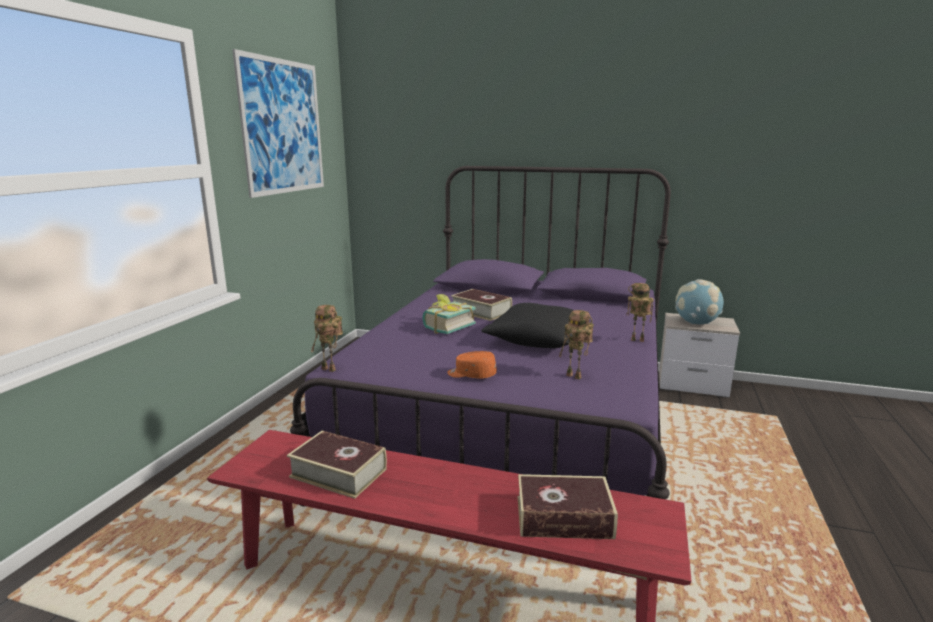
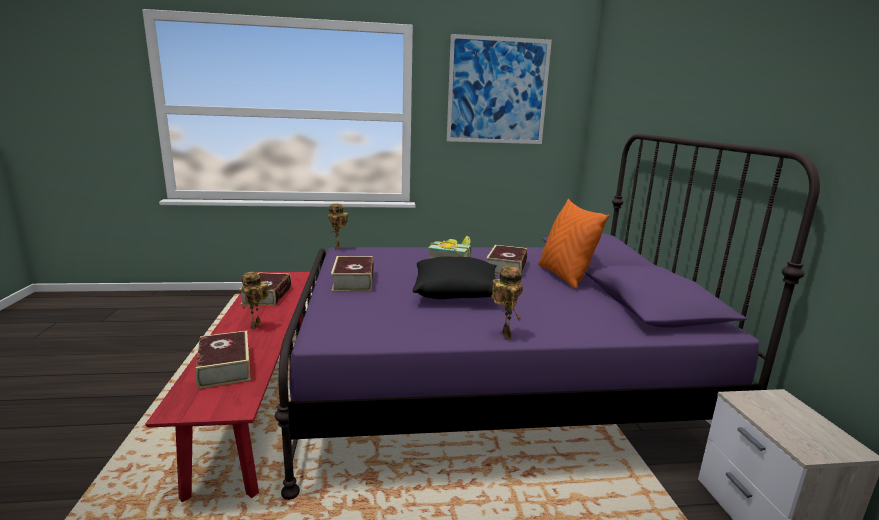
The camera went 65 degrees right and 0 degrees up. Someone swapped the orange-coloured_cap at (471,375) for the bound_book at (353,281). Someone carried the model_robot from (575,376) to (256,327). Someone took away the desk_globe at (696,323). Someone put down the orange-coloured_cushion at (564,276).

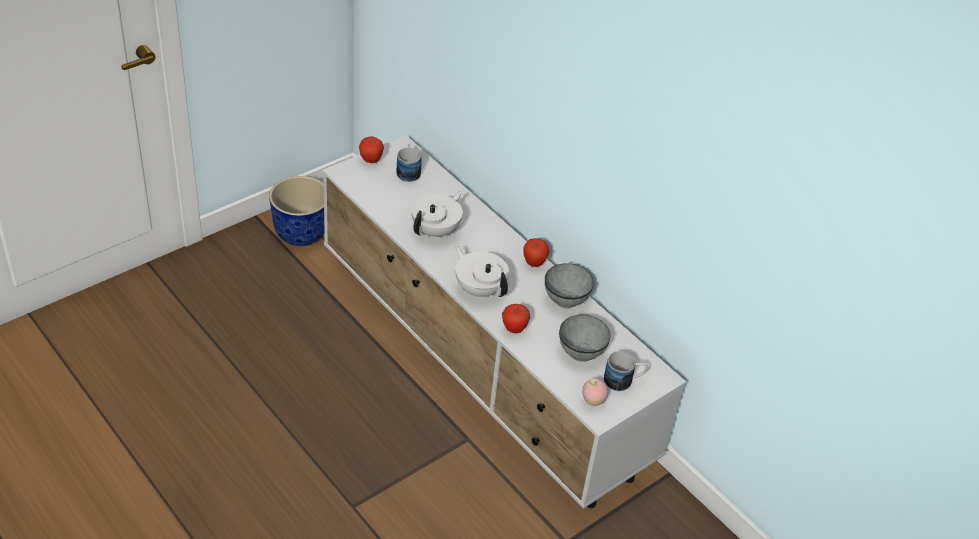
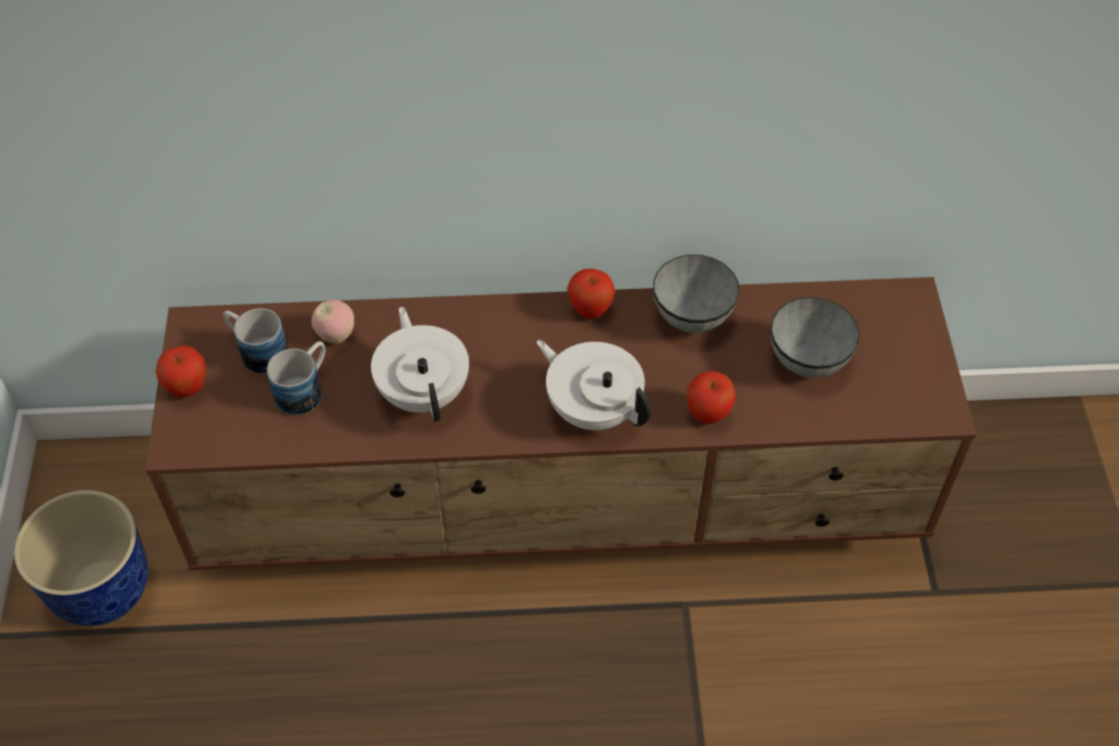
The camera went 50 degrees left and 10 degrees up. Someone repainted the white-coloured_media_console at (481,366), which became the brown-coloured_media_console at (563,505). Someone rotated the white-coloured_tea_pot at (480,289) by 45 degrees clockwise. Someone carried the apple_fruit from (593,401) to (336,335). Someone carried the coffee_mug from (624,381) to (305,389).

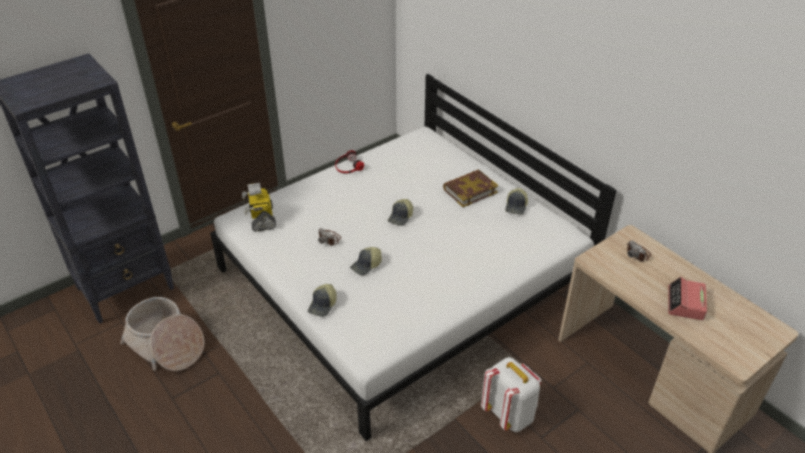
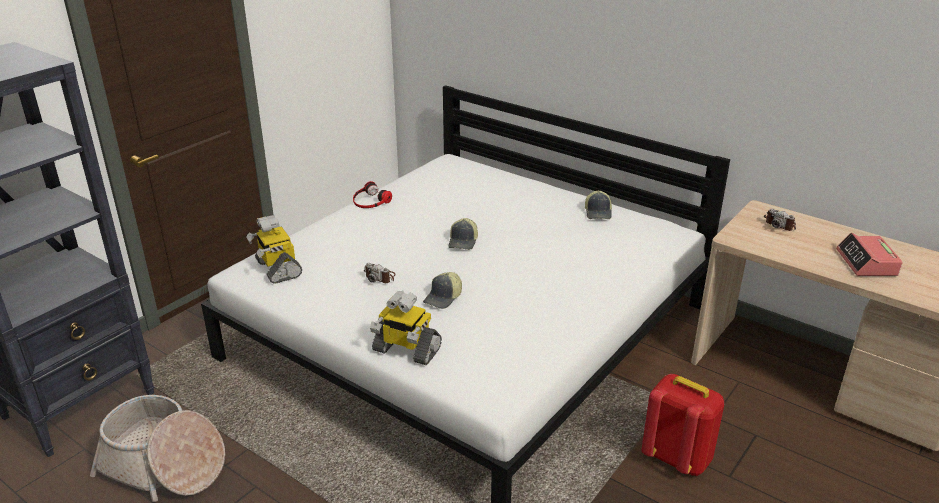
The camera went 15 degrees left and 10 degrees down. Someone swapped the cap at (323,305) for the model_robot at (406,350). Someone took away the bound_book at (470,191). Someone repainted the white-coloured_backpack at (509,414), which became the red-coloured_backpack at (677,457).

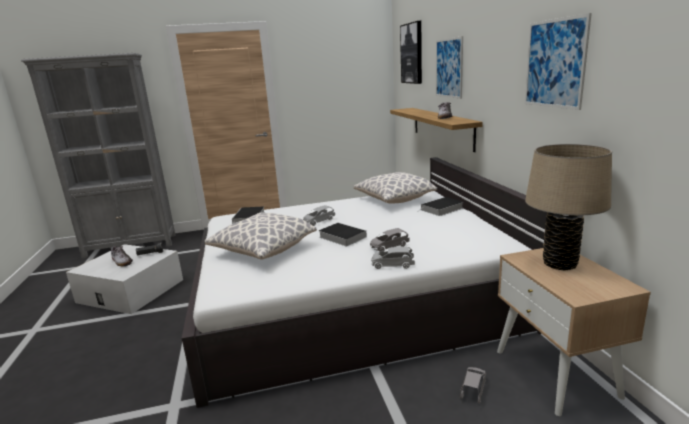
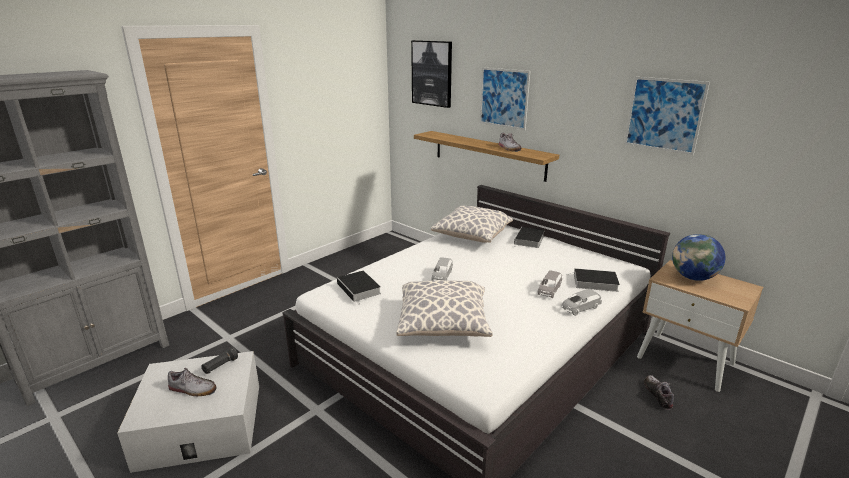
The camera went 35 degrees left and 5 degrees up. Someone carried the bound_book from (341,237) to (593,282). Someone swapped the greyish_toy_car at (473,390) for the low_shoe at (657,394). Someone swapped the sand-coloured_tabletop_lamp at (559,264) for the desk_globe at (693,277).

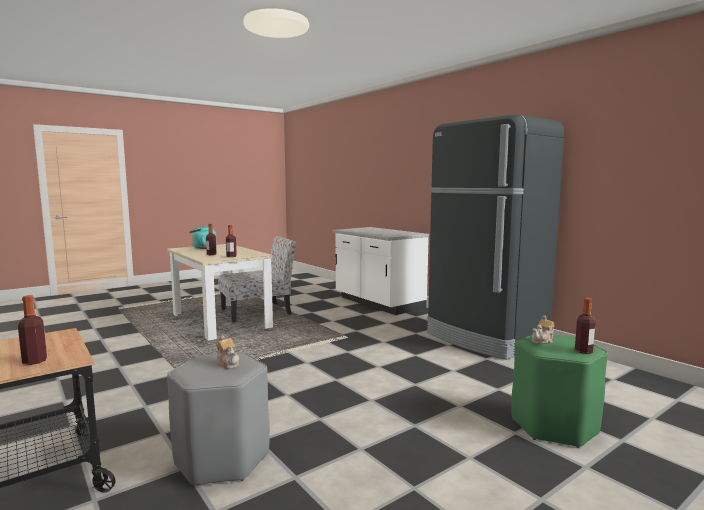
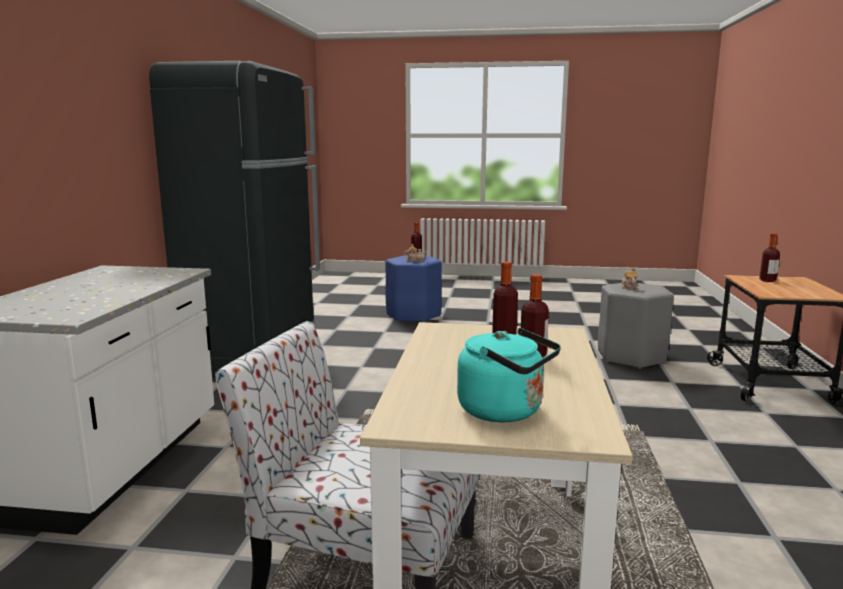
The camera went 135 degrees left and 5 degrees up. Someone repainted the greenish_sitting_stool at (554,426), which became the blue-coloured_sitting_stool at (413,315).

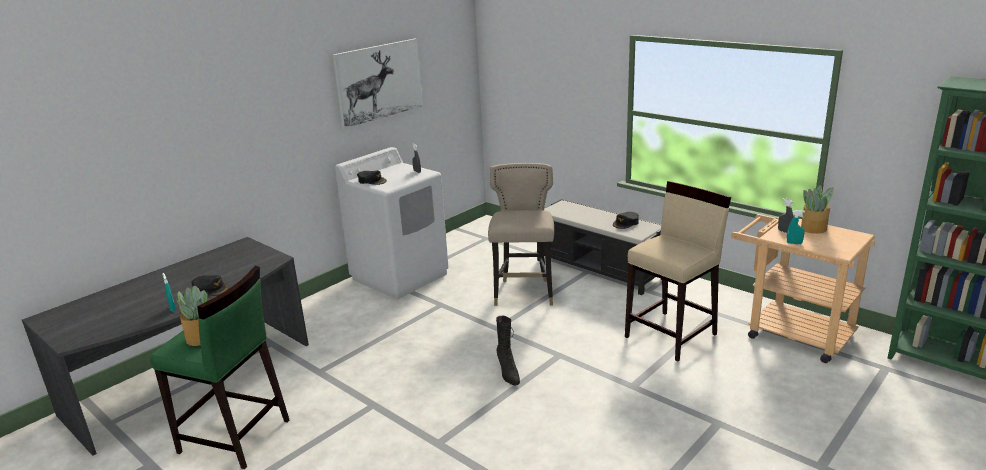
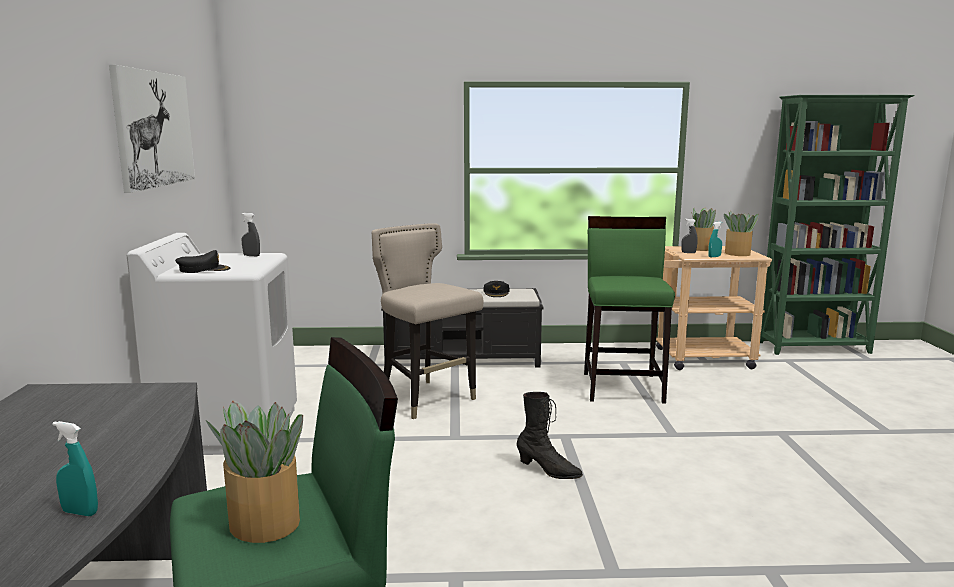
The camera went 45 degrees left and 10 degrees down. Someone took away the black_cap at (211,289). Someone repainted the sand-coloured_sitting_stool at (672,335), which became the greenish_sitting_stool at (623,387). Someone put down the plant_in_a_pot at (737,254).

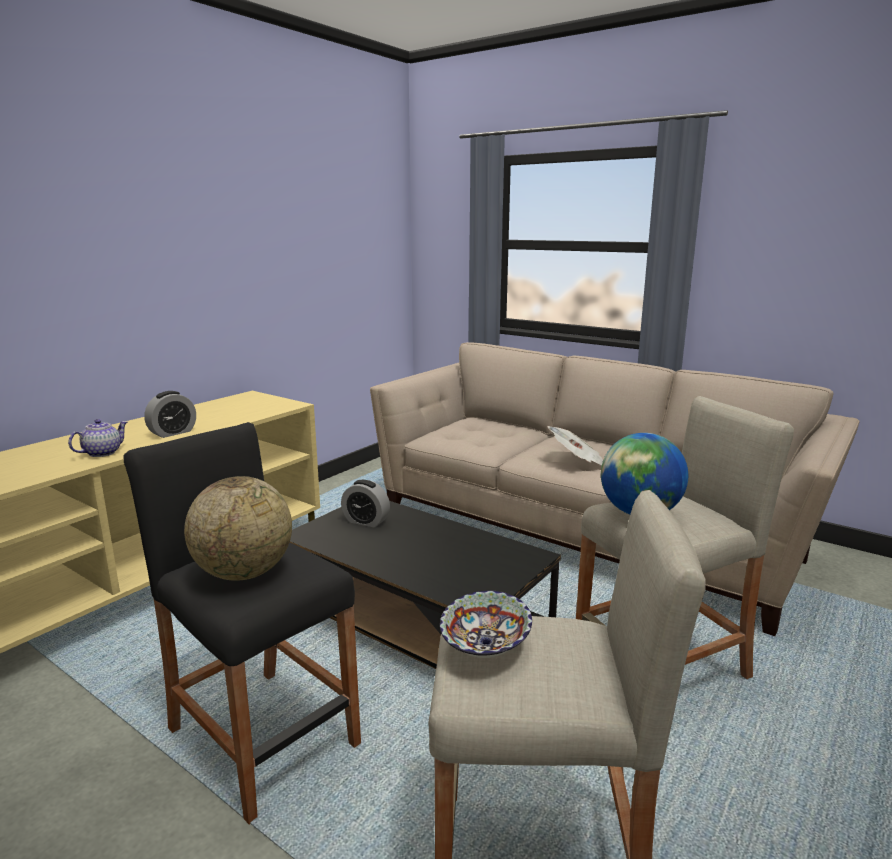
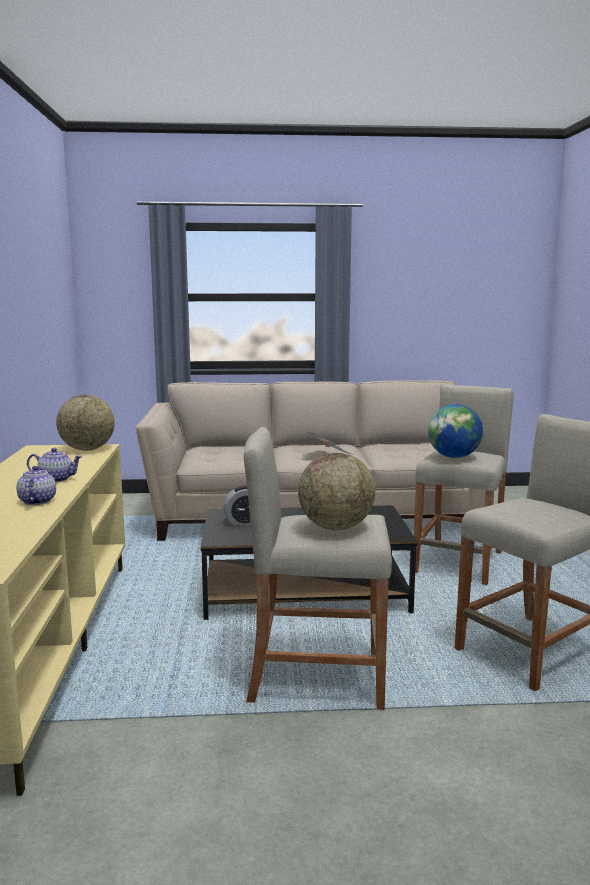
The camera went 40 degrees left and 5 degrees down. Someone repainted the black_sitting_stool at (263,737), which became the sand-coloured_sitting_stool at (316,677). Someone swapped the table_clock at (173,433) for the tea_pot at (56,479). Someone took away the serving_bowl at (486,646). Someone put down the desk_globe at (87,449).

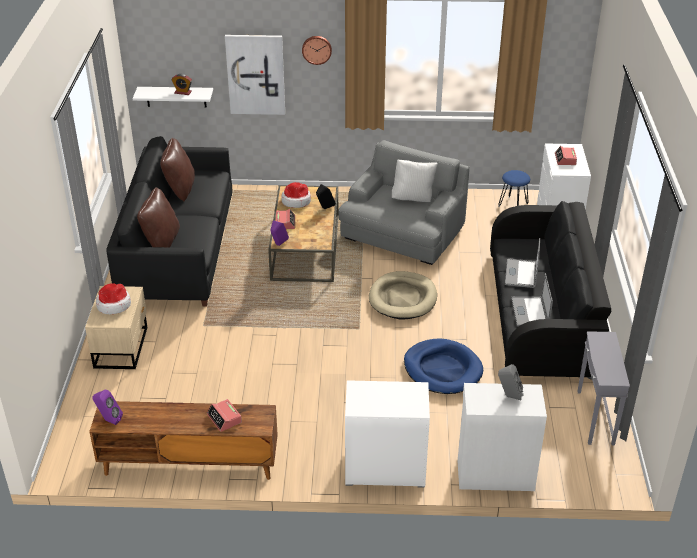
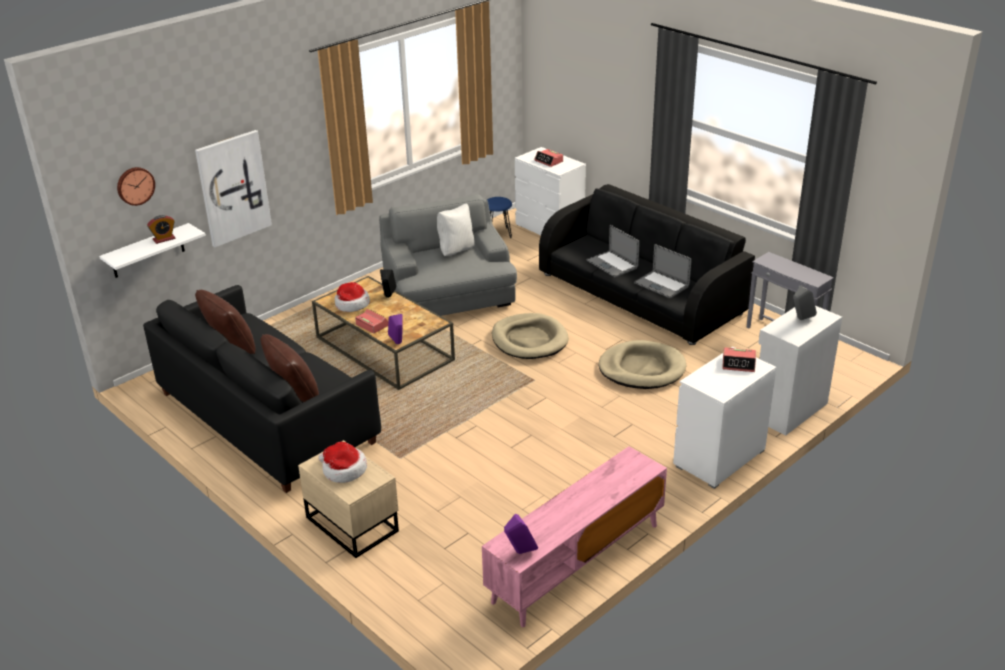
The camera went 45 degrees left and 5 degrees down. Someone repainted the brown-coloured_media_console at (189,463), which became the pink_media_console at (576,563). Someone carried the table_clock from (224,418) to (738,364). Someone carried the wall_clock from (316,49) to (135,185). Someone repainted the blue-coloured_pet_bed at (442,369), which became the sand-coloured_pet_bed at (642,369).

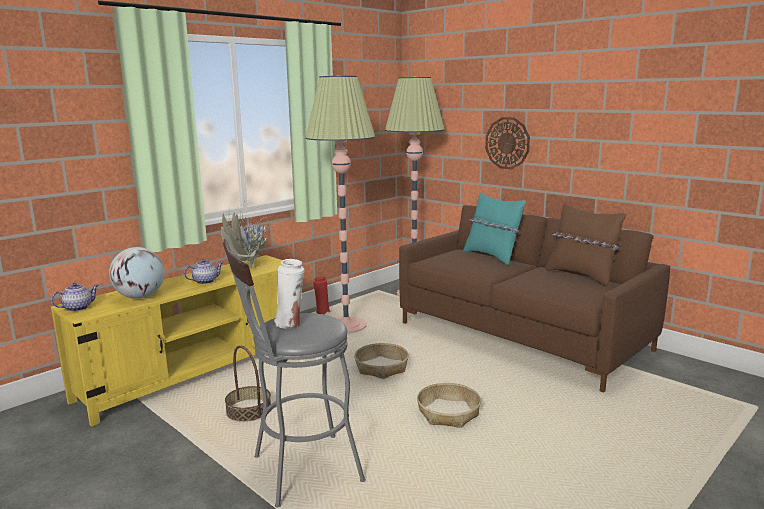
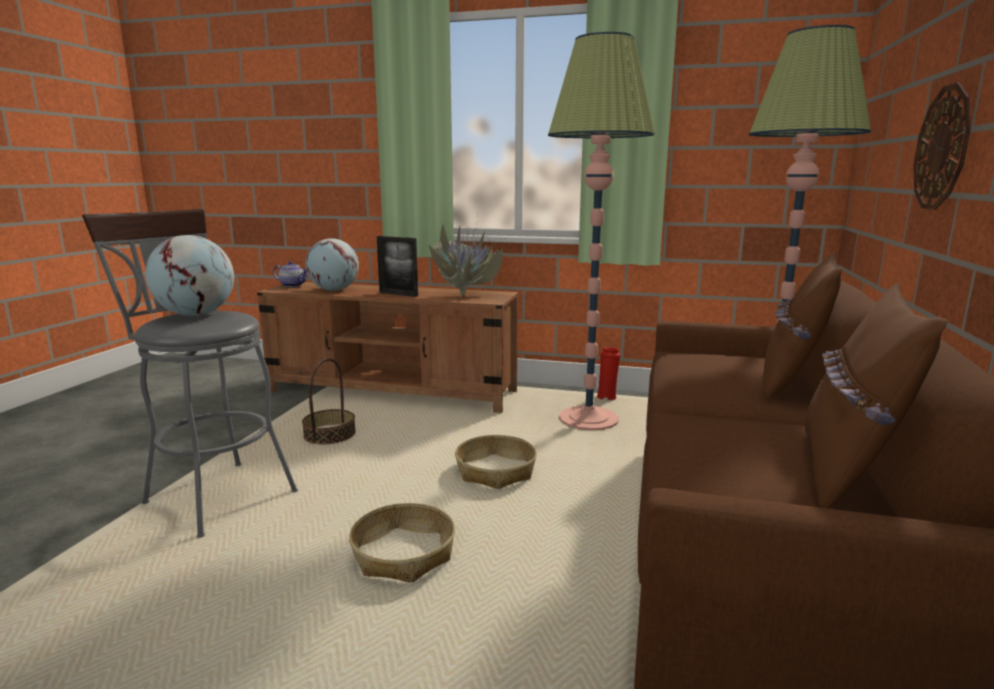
The camera went 60 degrees right and 0 degrees up. Someone repainted the yellowish_media_console at (196,371), which became the brown-coloured_media_console at (393,391). Someone swapped the tea_pot at (205,281) for the standing_frame at (398,294). Someone swapped the white-coloured_flower_vase at (291,324) for the desk_globe at (196,315). Someone repainted the turquoise_cushion at (492,256), which became the brown-coloured_cushion at (793,382).

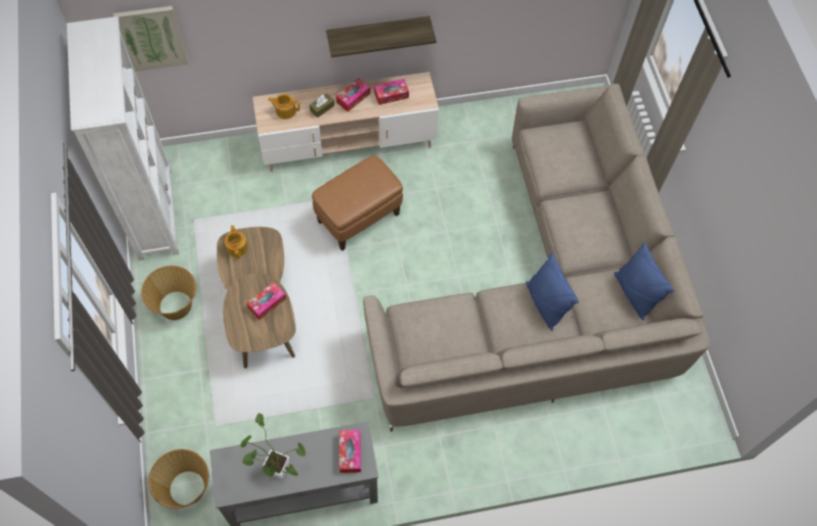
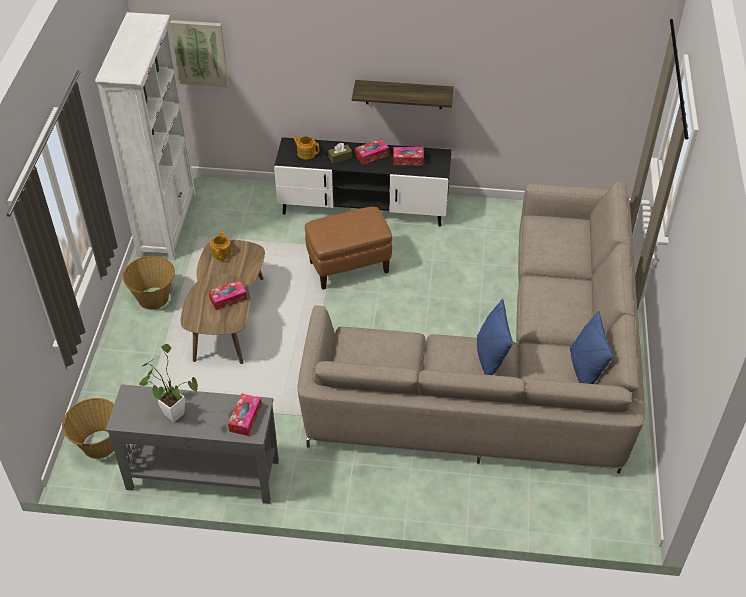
The camera went 20 degrees right and 15 degrees down. Someone repainted the sand-coloured_media_console at (348,143), which became the black_media_console at (363,207).

